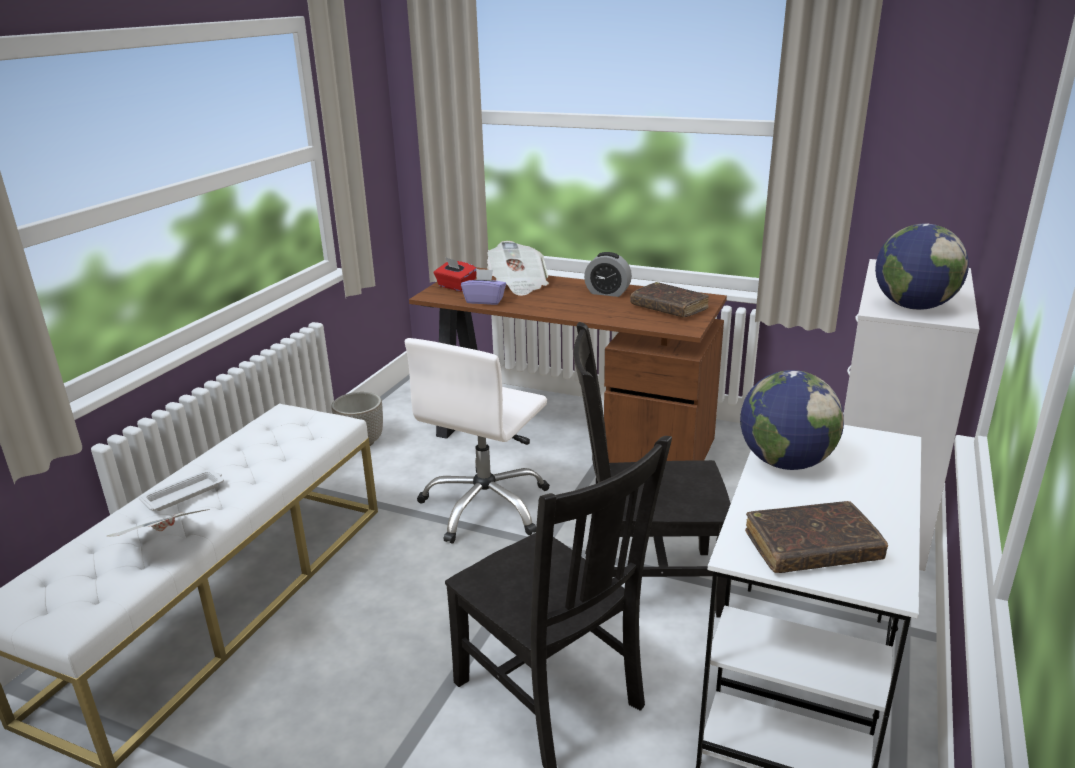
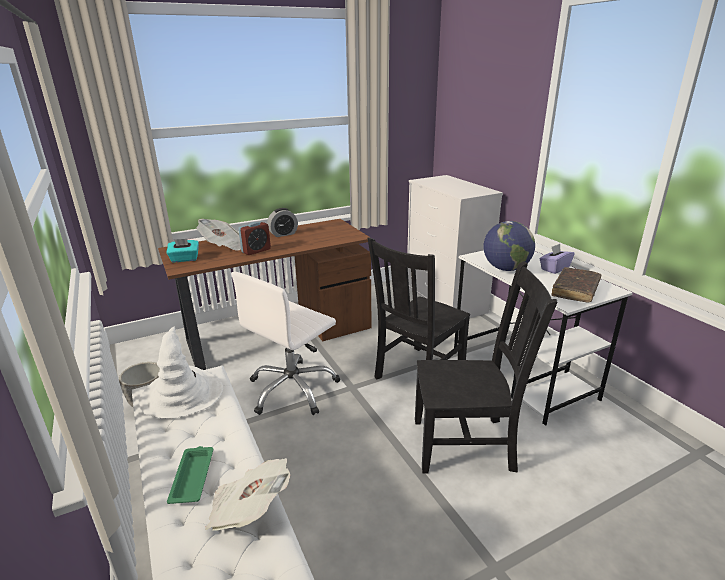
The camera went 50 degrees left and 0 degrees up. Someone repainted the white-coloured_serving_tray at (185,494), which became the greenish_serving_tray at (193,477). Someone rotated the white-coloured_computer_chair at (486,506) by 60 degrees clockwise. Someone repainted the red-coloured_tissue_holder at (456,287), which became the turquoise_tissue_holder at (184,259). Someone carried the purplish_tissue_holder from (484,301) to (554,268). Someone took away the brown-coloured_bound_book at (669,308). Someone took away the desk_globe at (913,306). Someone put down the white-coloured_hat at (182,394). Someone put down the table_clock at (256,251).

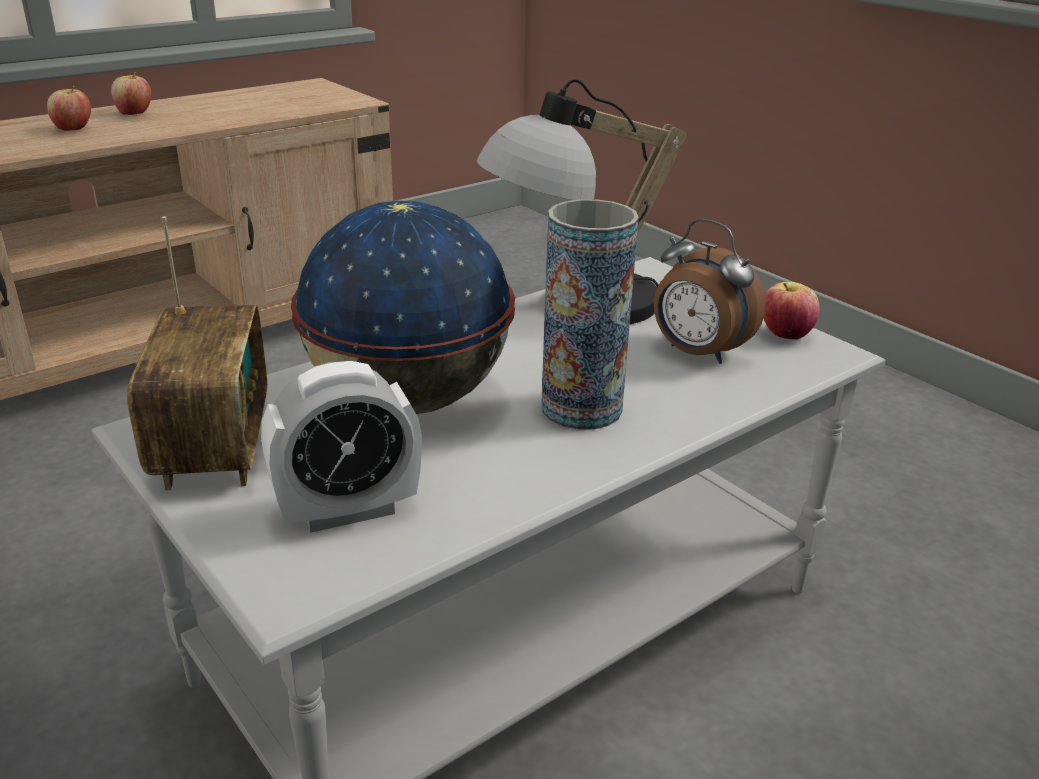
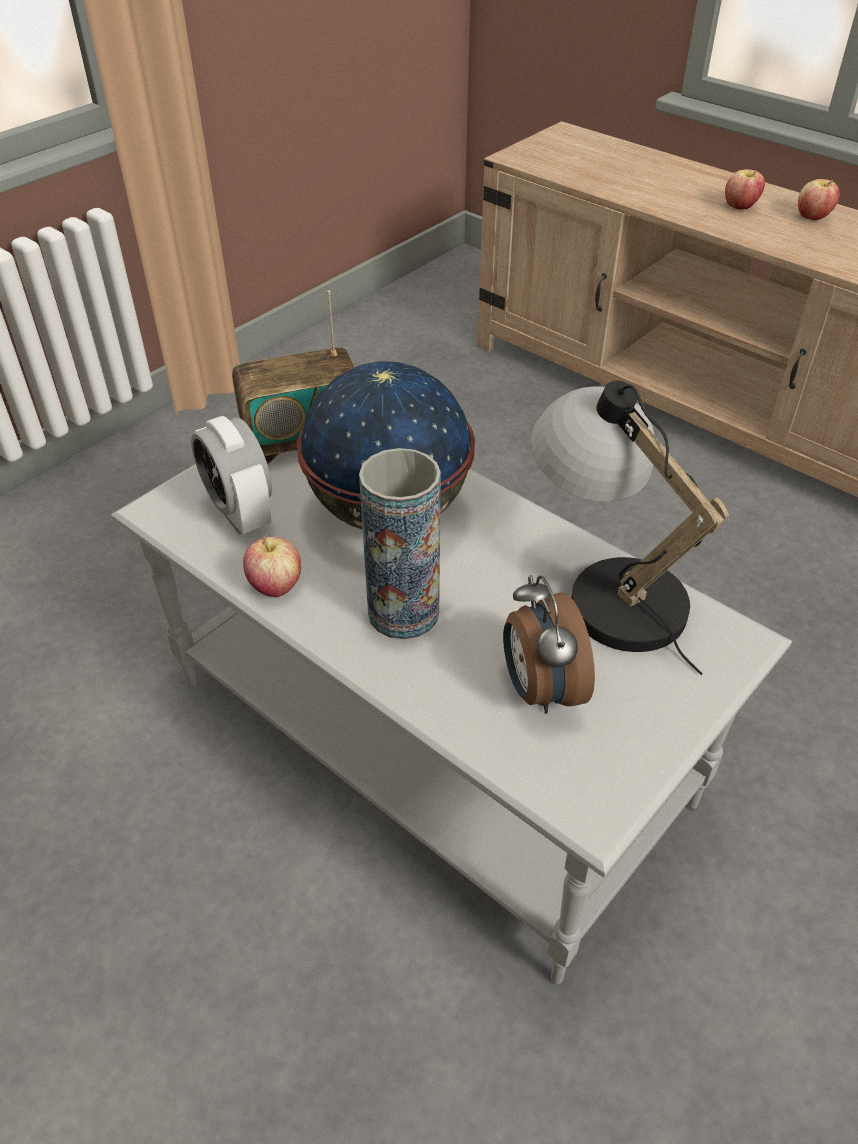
The camera went 80 degrees right and 15 degrees up. Someone rotated the table_clock at (697,353) by 45 degrees counterclockwise. Someone carried the apple_fruit from (785,335) to (275,586).

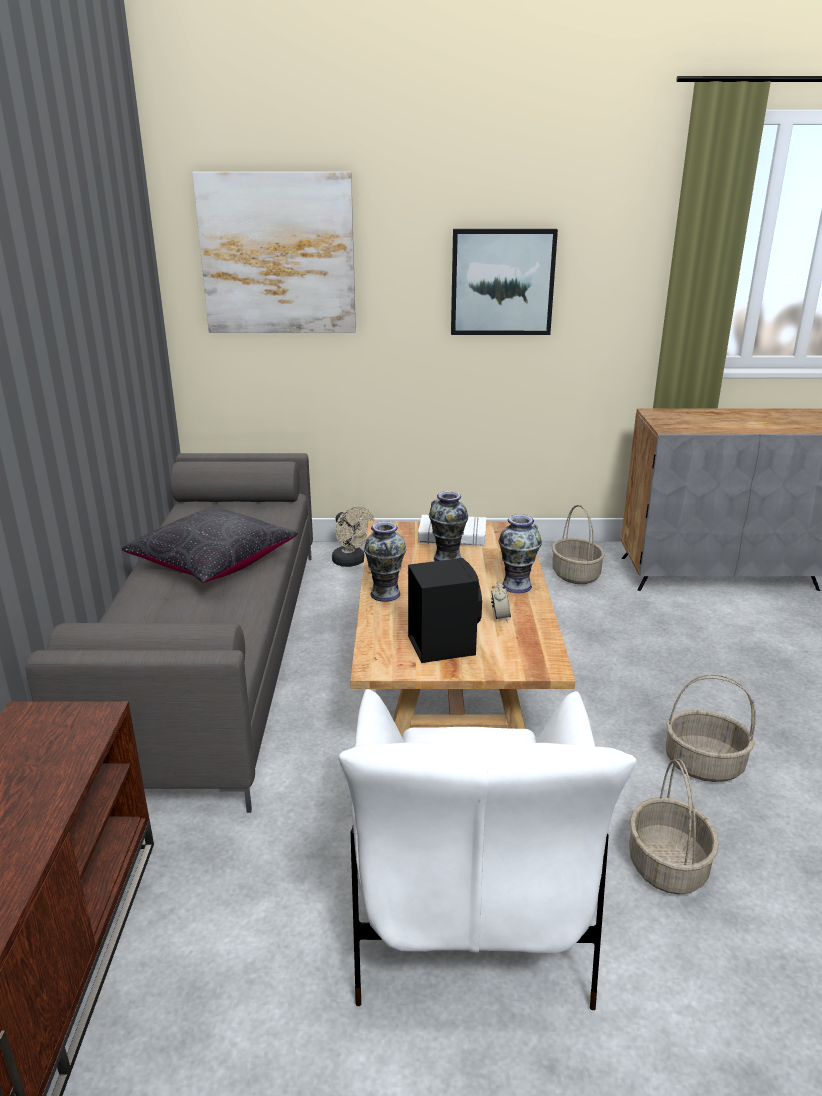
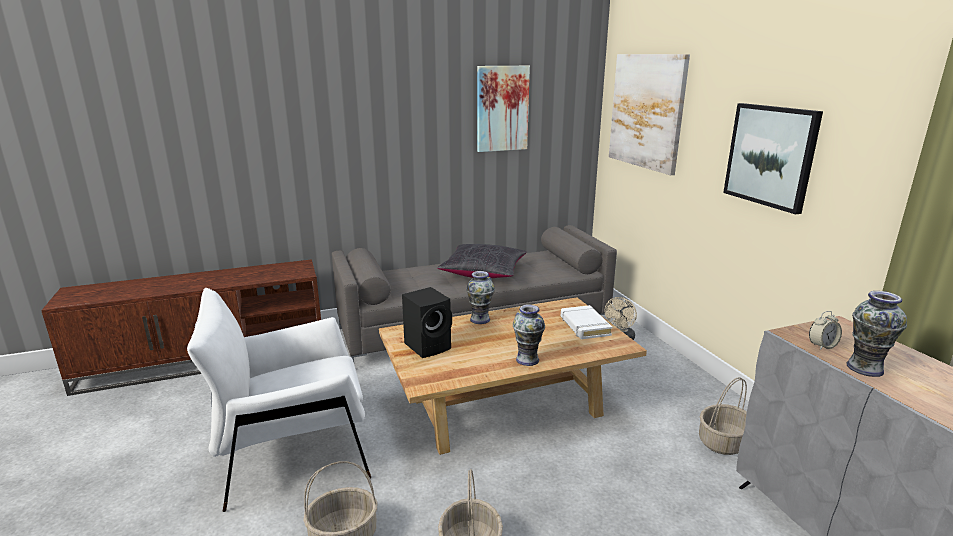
The camera went 70 degrees right and 5 degrees down. Someone carried the flower_vase from (447,559) to (864,368). Someone carried the table_clock from (500,617) to (822,346). Someone put up the wall_art at (502,108).

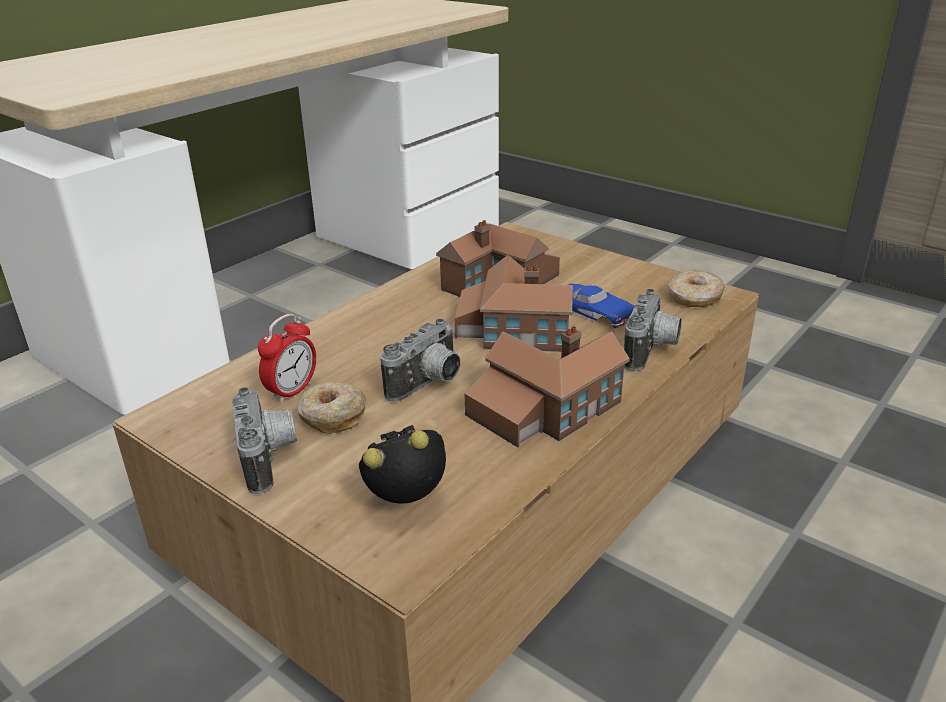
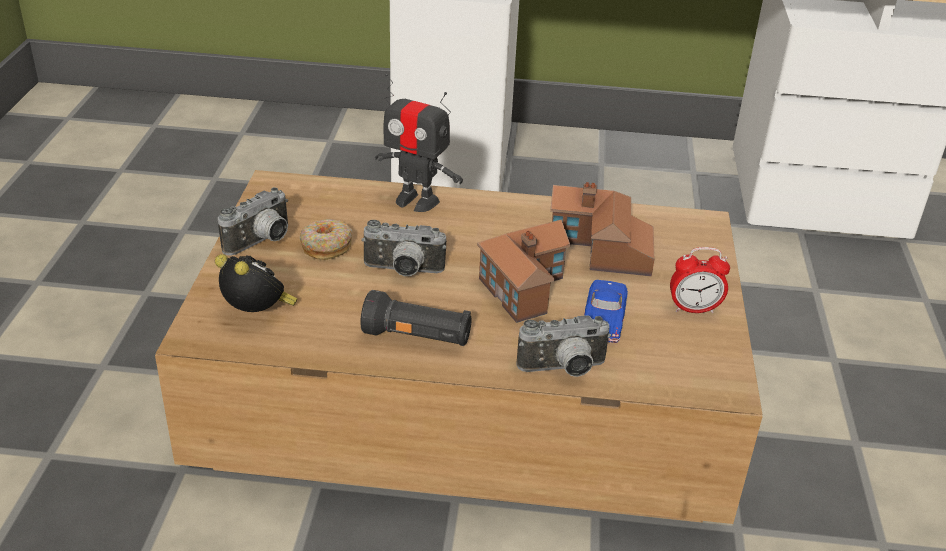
The camera went 55 degrees right and 5 degrees up. Someone carried the table_clock from (292,391) to (694,309). Someone swapped the model_house at (544,409) for the black_flashlight at (417,338). Someone took away the donut at (694,298). Someone put down the model_robot at (416,201).

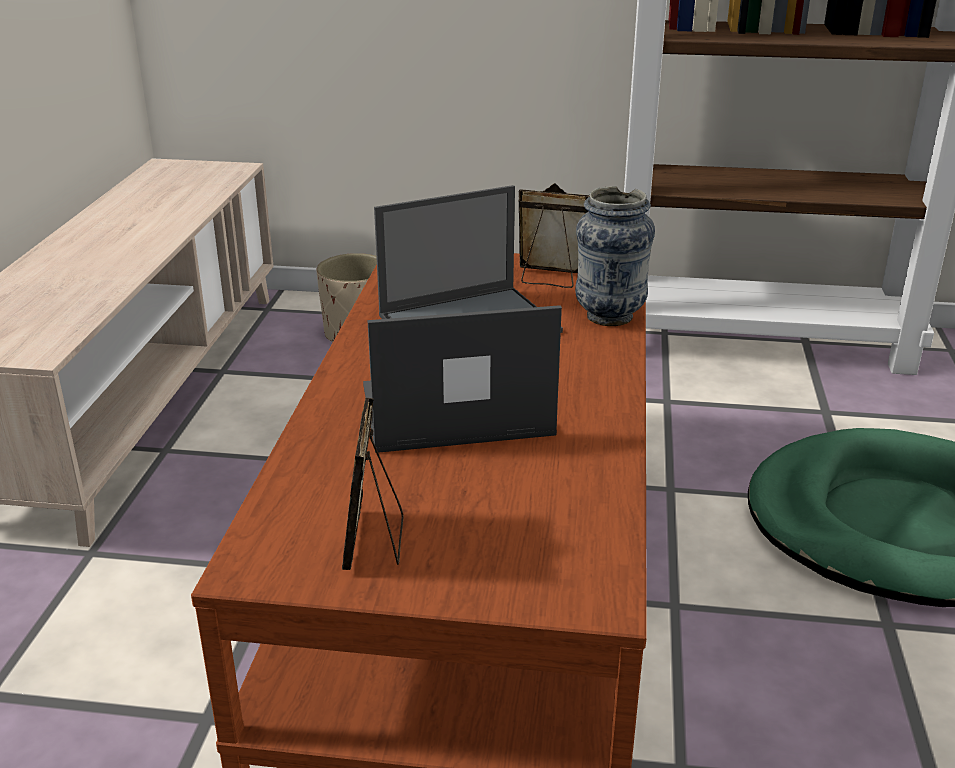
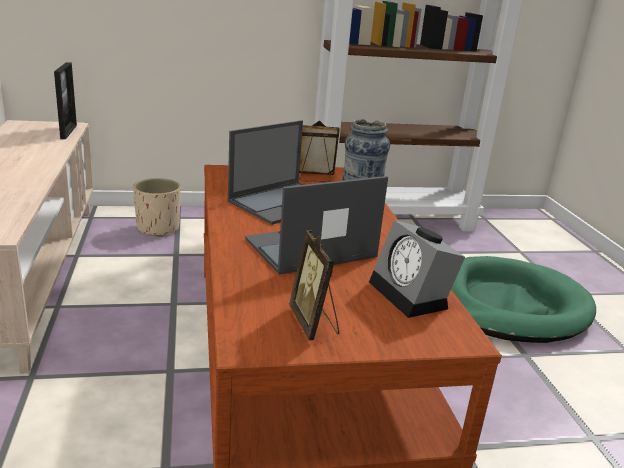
The camera went 20 degrees left and 5 degrees down. Someone put down the standing_frame at (68,132). Someone put down the table_clock at (412,295).

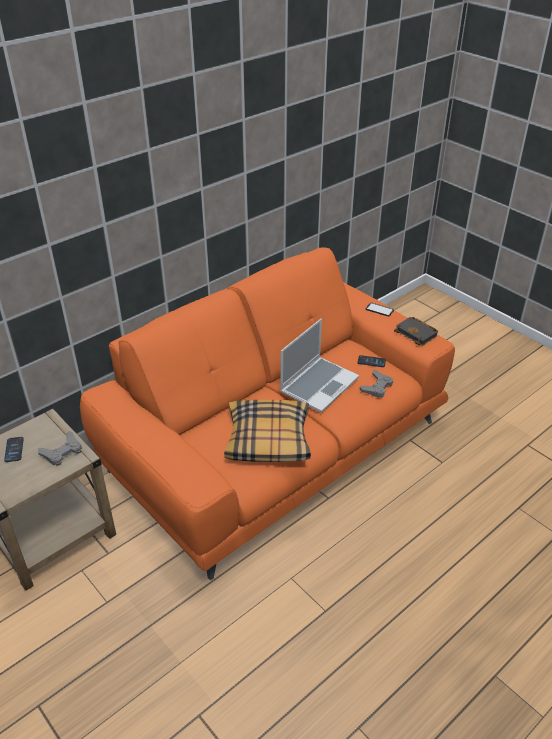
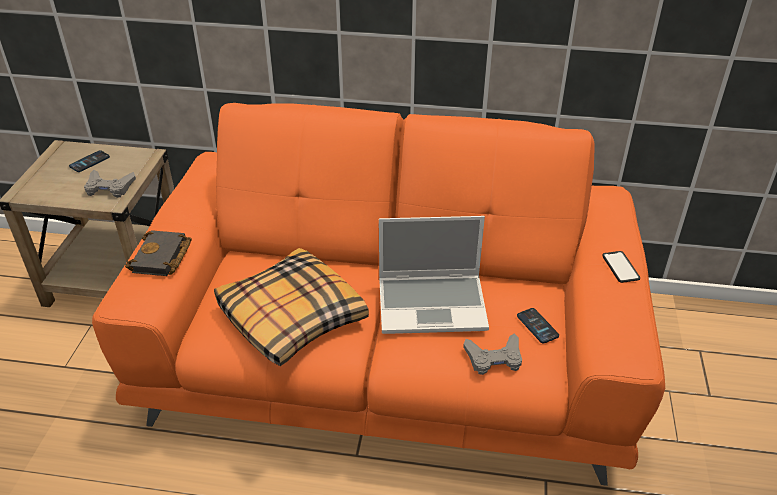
The camera went 50 degrees right and 0 degrees up. Someone carried the black_bound_book from (417,333) to (162,258).

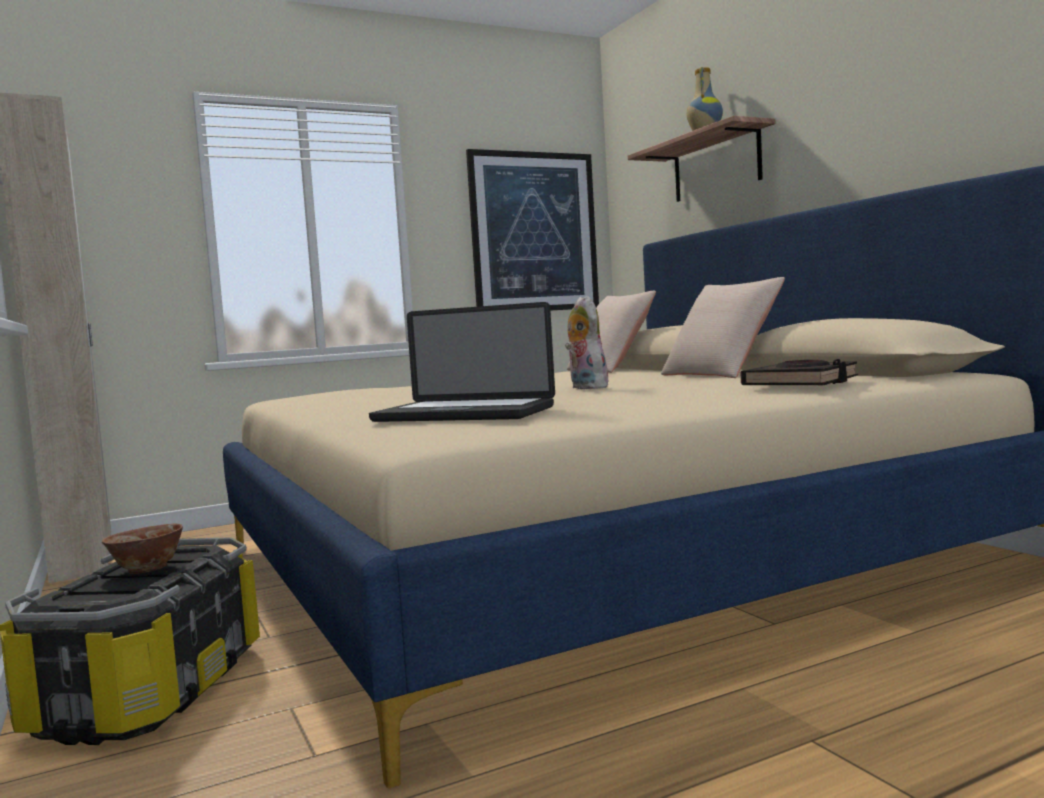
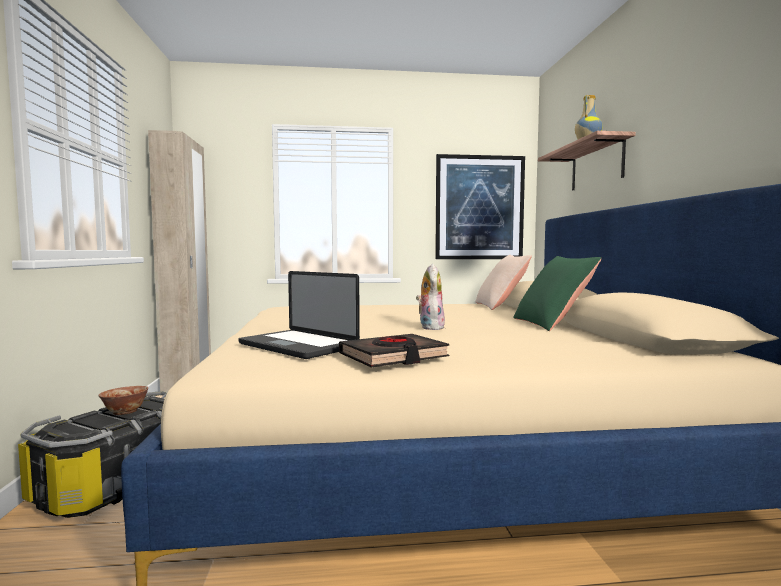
The camera went 20 degrees right and 0 degrees up. Someone repainted the sand-coloured_cushion at (721,374), which became the greenish_cushion at (552,324). Someone carried the black_bound_book from (801,383) to (393,357).

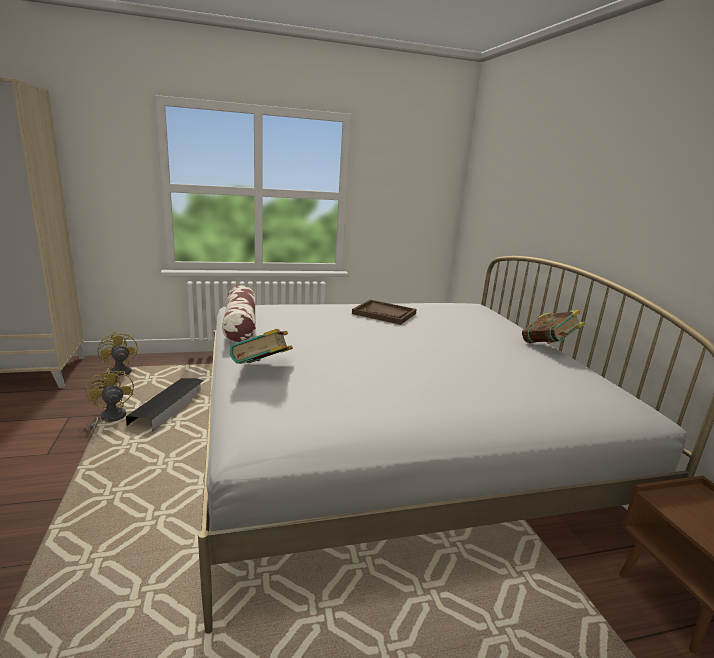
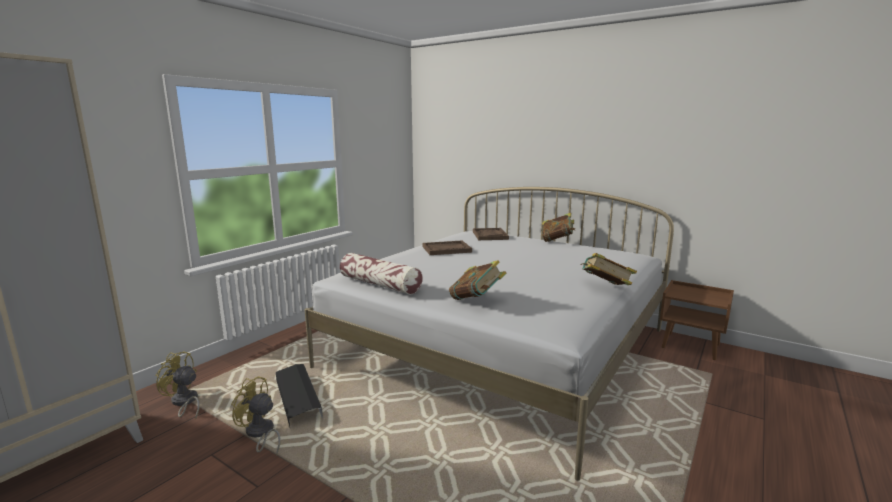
The camera went 40 degrees left and 5 degrees down. Someone put down the brown-coloured_serving_tray at (489,235). Someone put down the bound_book at (605,288).

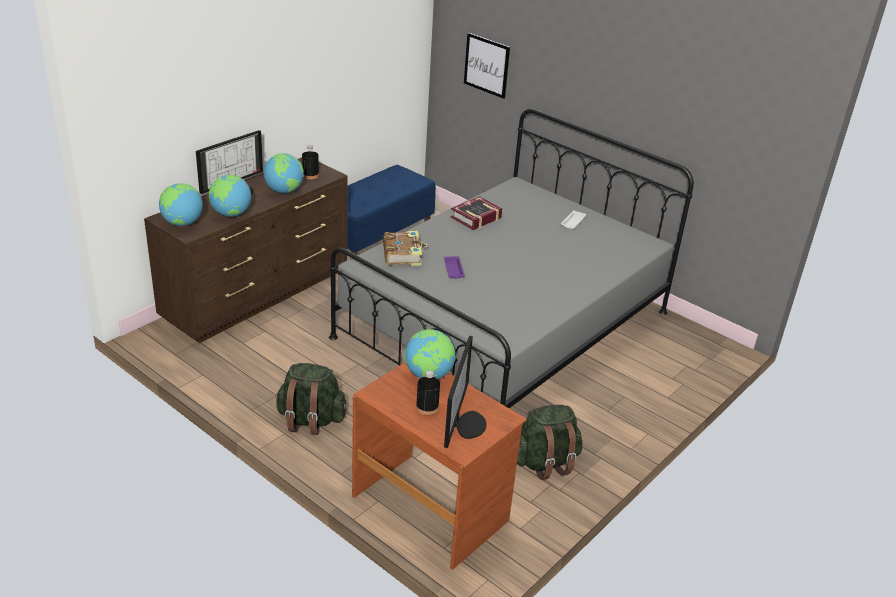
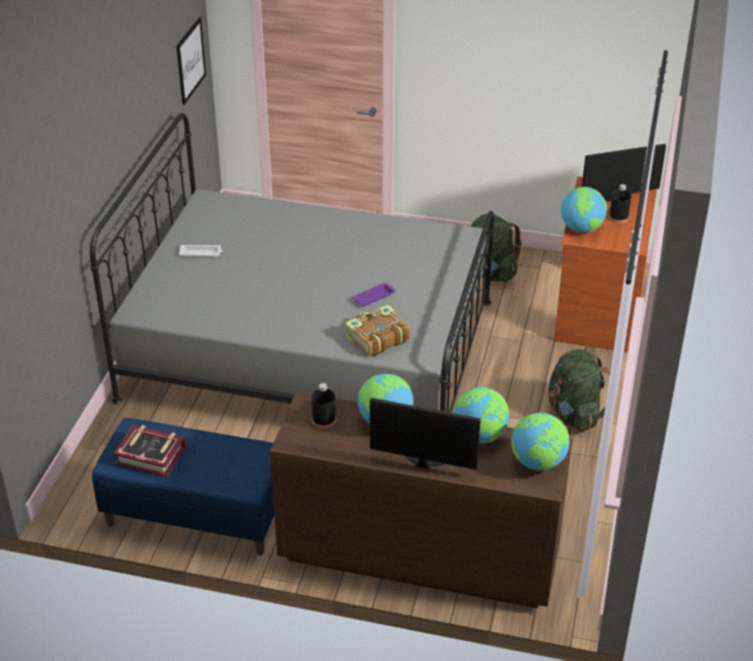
The camera went 115 degrees left and 5 degrees up. Someone carried the bound_book from (476,218) to (151,455). Someone carried the wall_art from (486,65) to (190,60).

